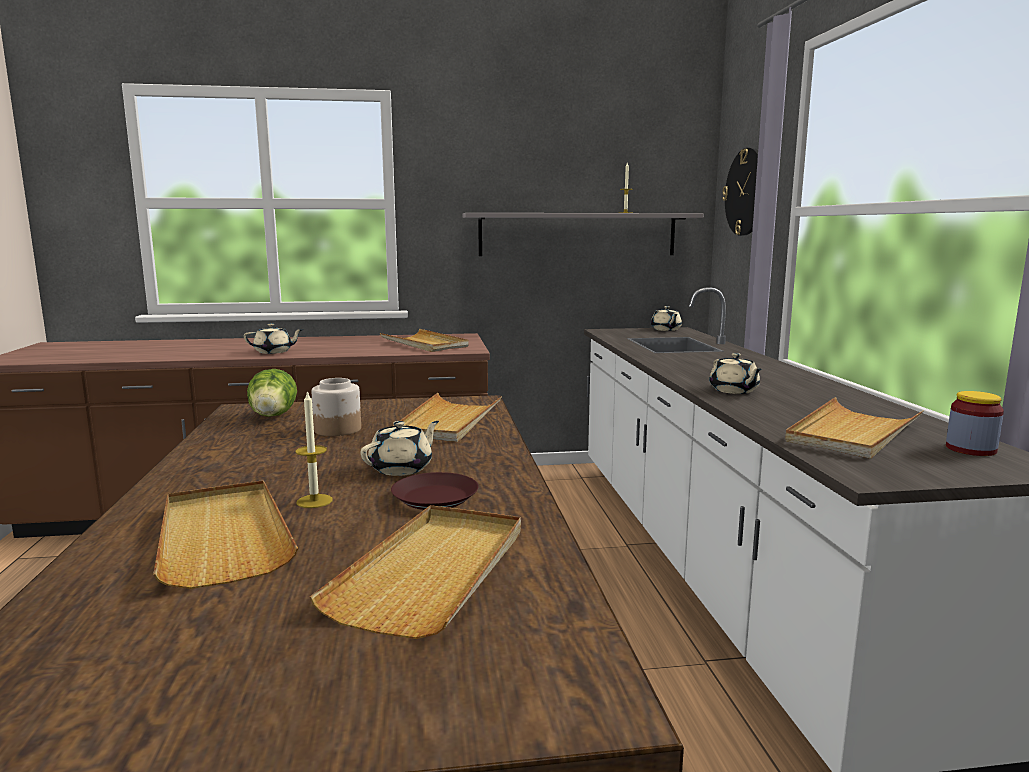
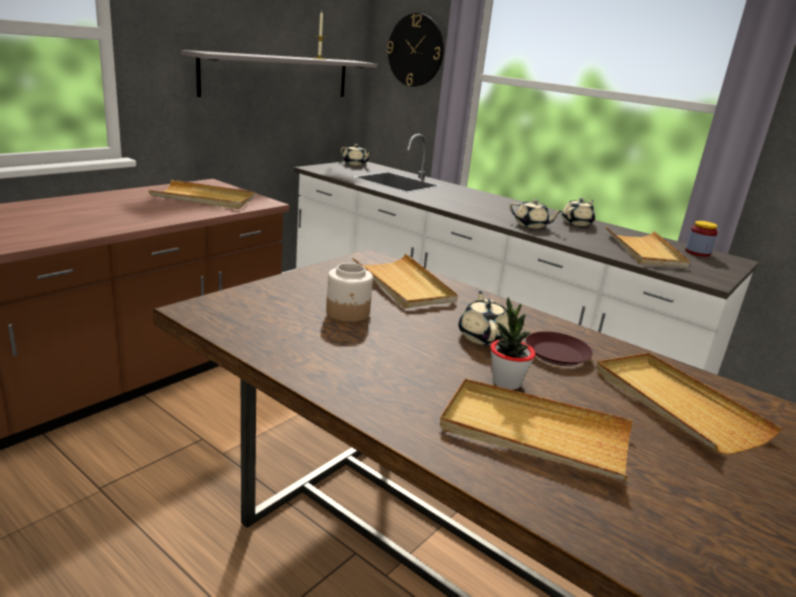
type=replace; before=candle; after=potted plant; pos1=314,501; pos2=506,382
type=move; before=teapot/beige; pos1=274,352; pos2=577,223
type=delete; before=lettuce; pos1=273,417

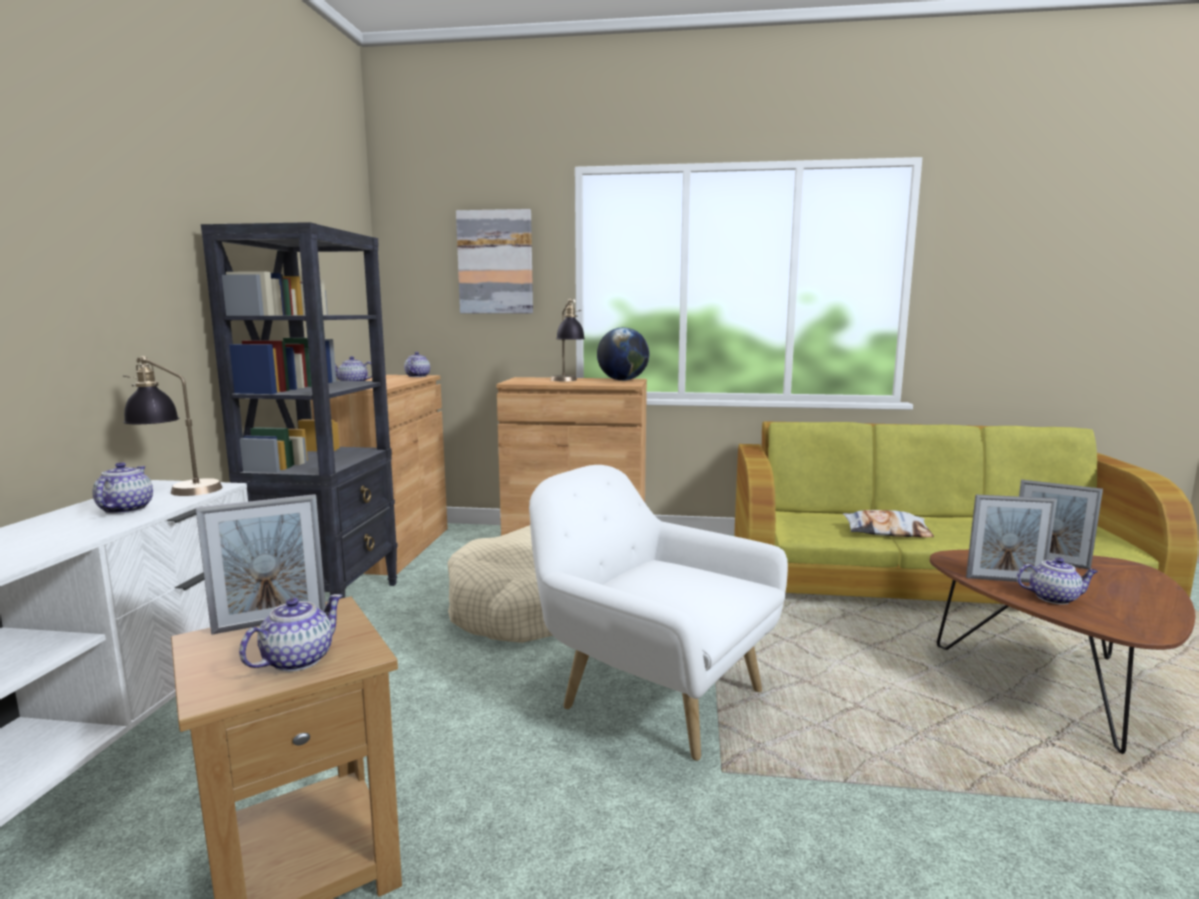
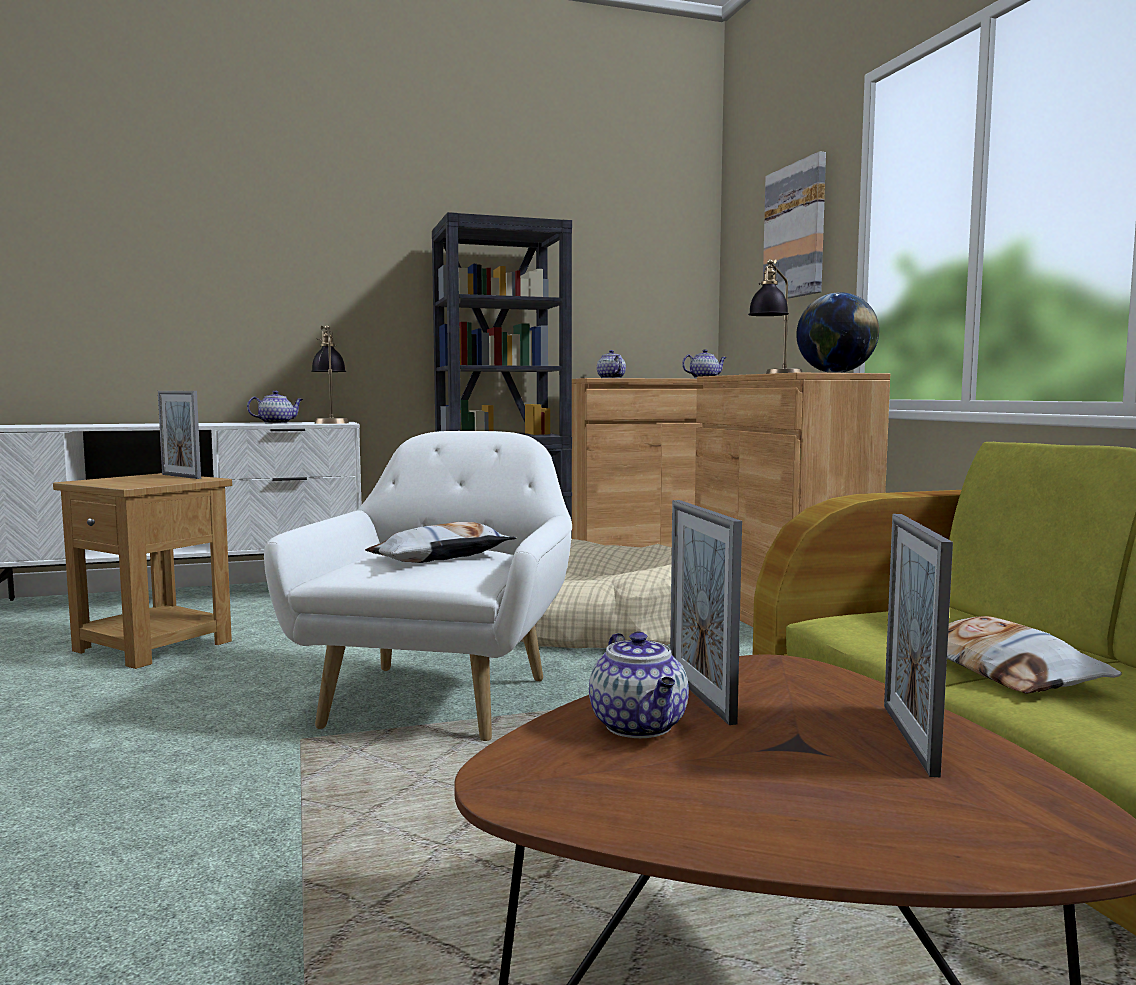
type=insert; after=pillow; pos2=440,557
type=delete; before=teapot; pos1=296,660

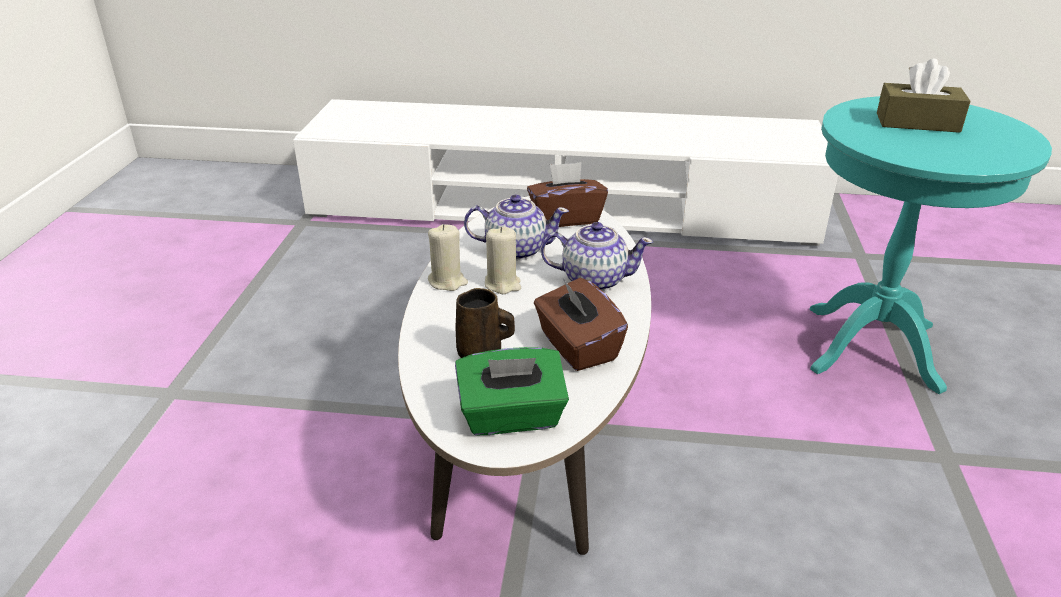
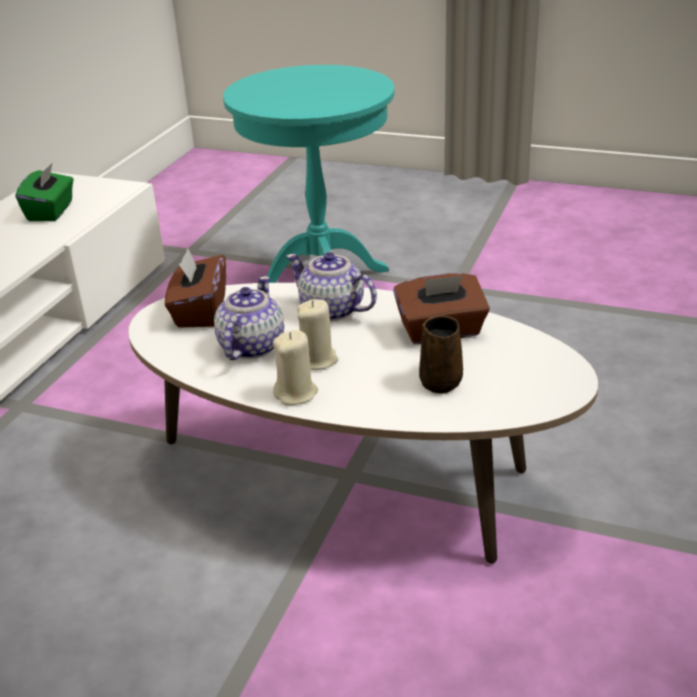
type=move; before=tissue box/green; pos1=512,417; pos2=51,211
type=rotate; before=teapot; pos1=593,279; pos2=332,310; turn=-75
type=delete; before=tissue box/brown; pos1=917,123

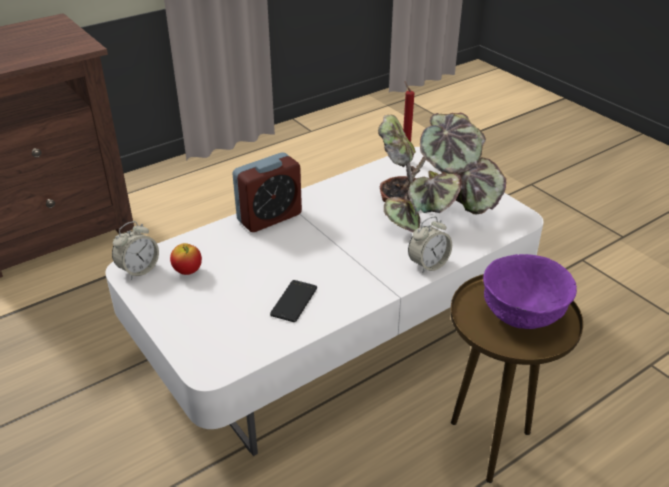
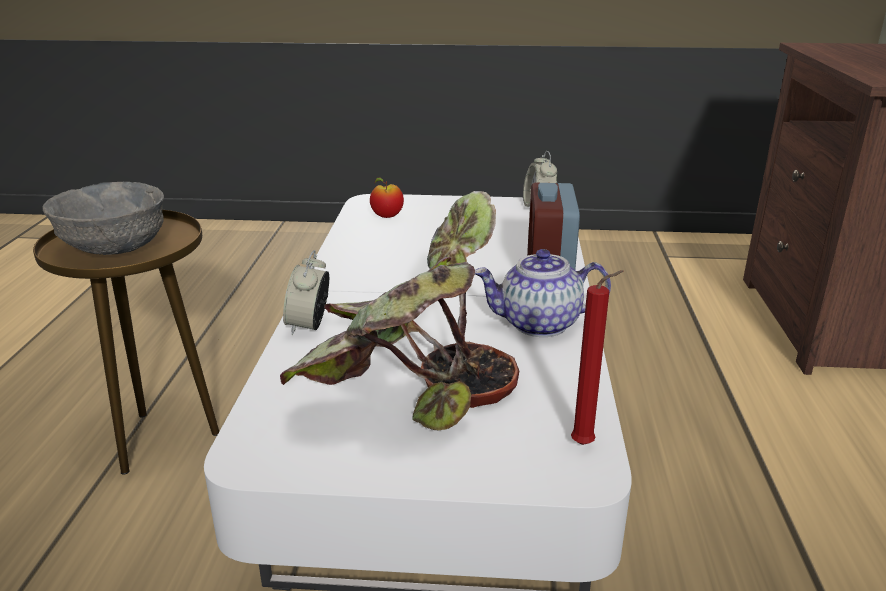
type=recolor; before=bowl/purple; after=bowl/grey; pos1=523,314; pos2=113,248
type=move; before=apple; pos1=188,271; pos2=387,216
type=insert; after=teapot; pos2=538,324
type=delete; before=phone; pos1=294,301

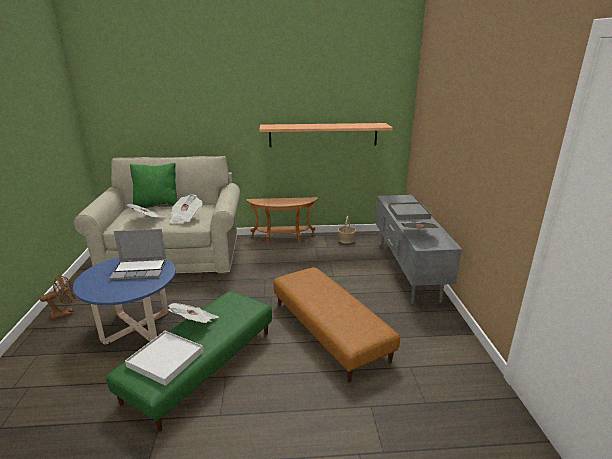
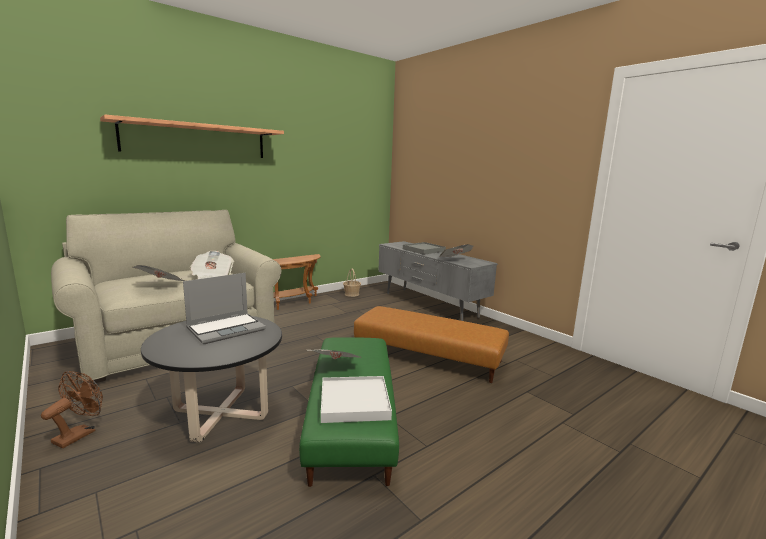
type=move; before=shelf; pos1=323,135; pos2=196,140
type=recolor; before=coffee table/blue; after=coffee table/black; pos1=136,327; pos2=220,413
type=delete; before=pillow/green; pos1=157,205

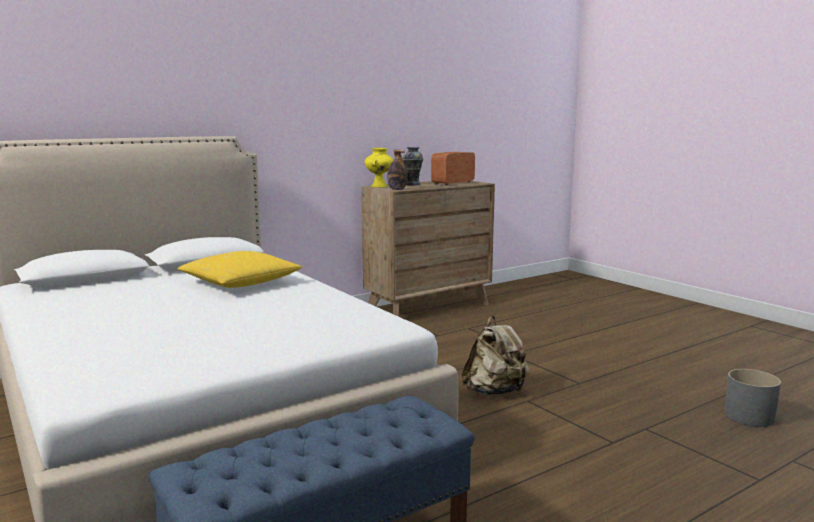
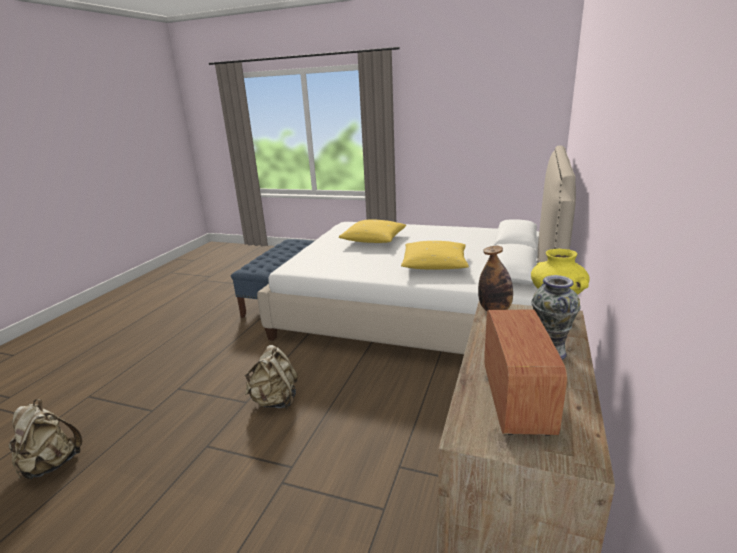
type=replace; before=planter/grey; after=backpack/beige; pos1=748,417; pos2=51,464
type=insert; after=pillow/yellow; pos2=373,240

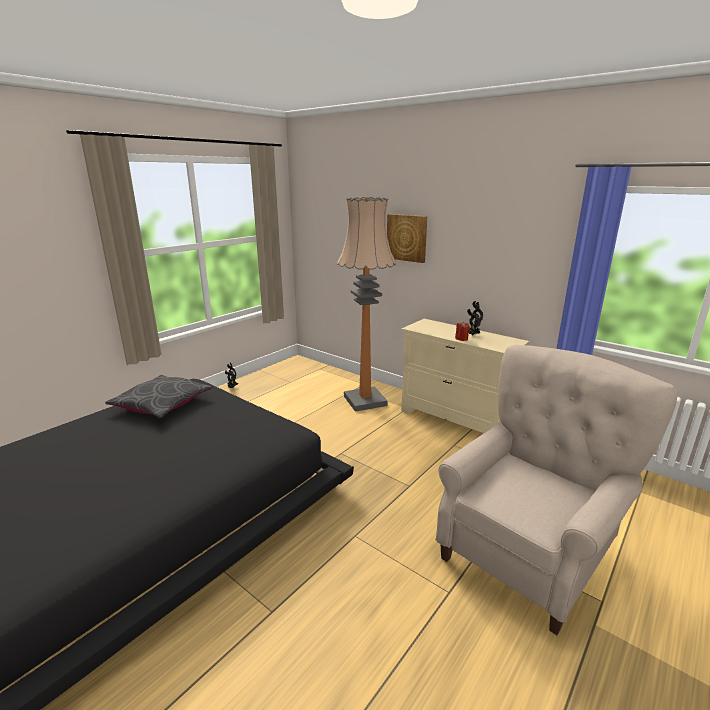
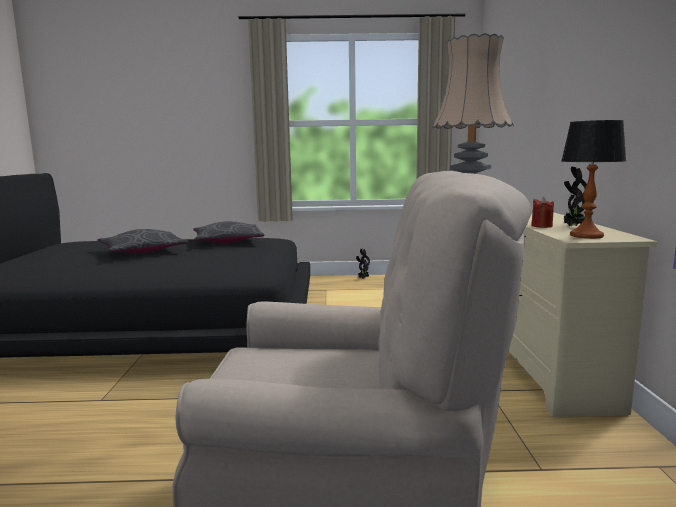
type=insert; after=pillow/grey; pos2=143,252
type=insert; after=table lamp; pos2=586,236
type=delete; before=picture; pos1=407,238

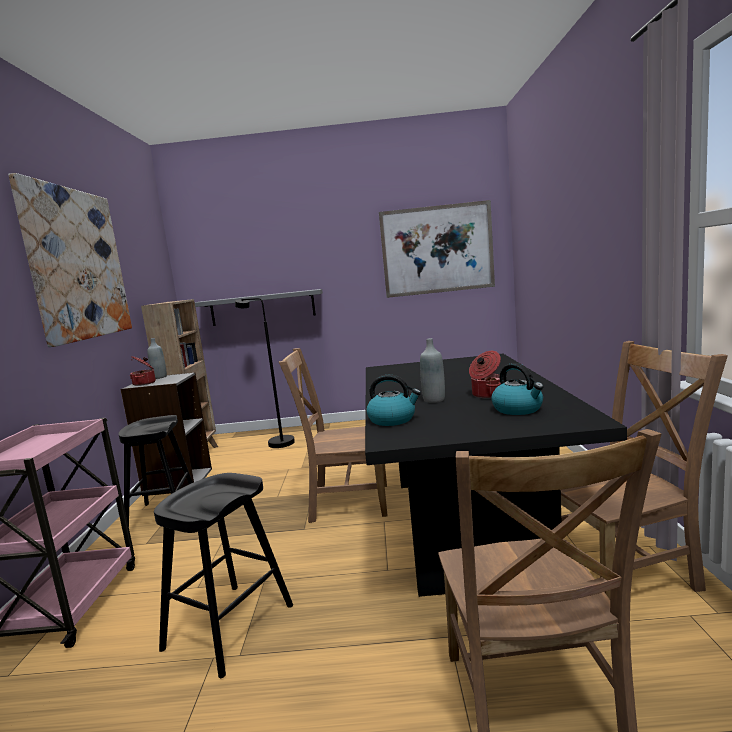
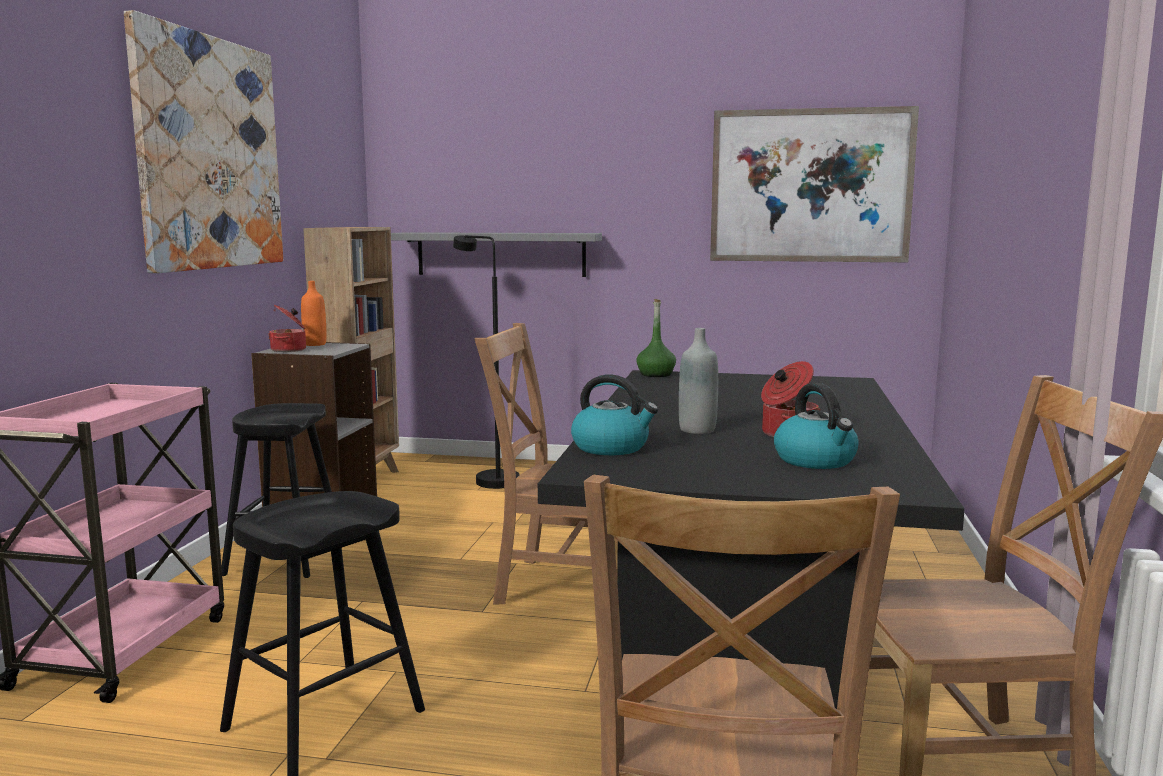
type=recolor; before=bottle/grey; after=bottle/orange; pos1=159,377; pos2=315,344
type=insert; after=bottle/green; pos2=656,374

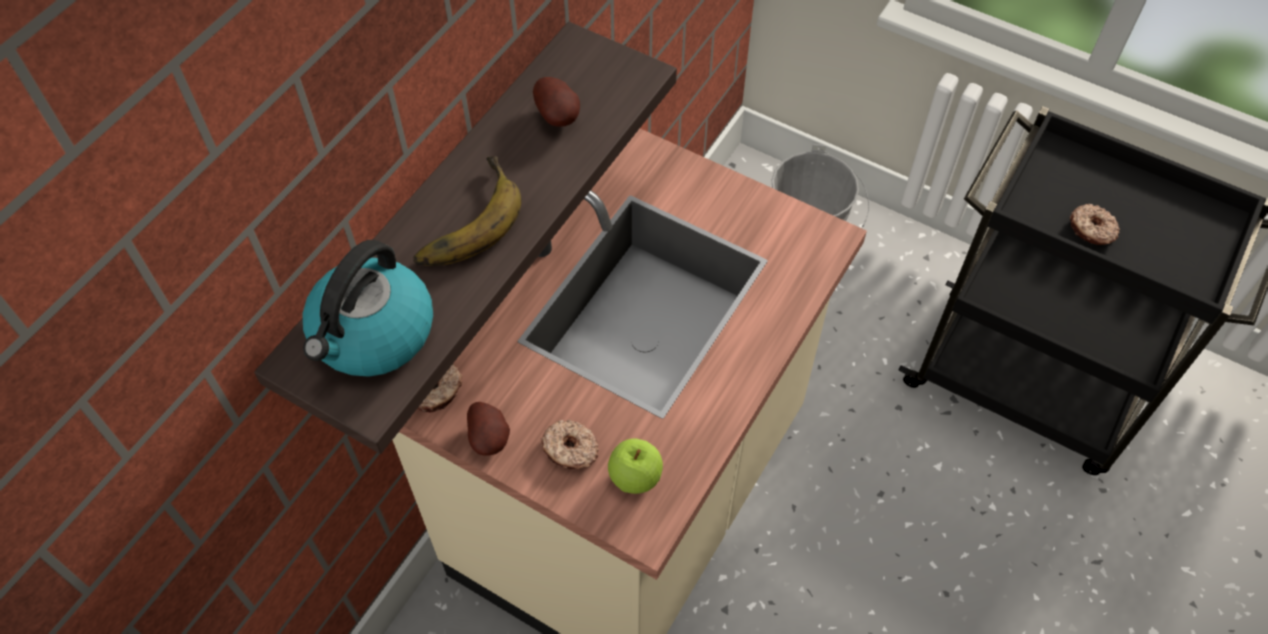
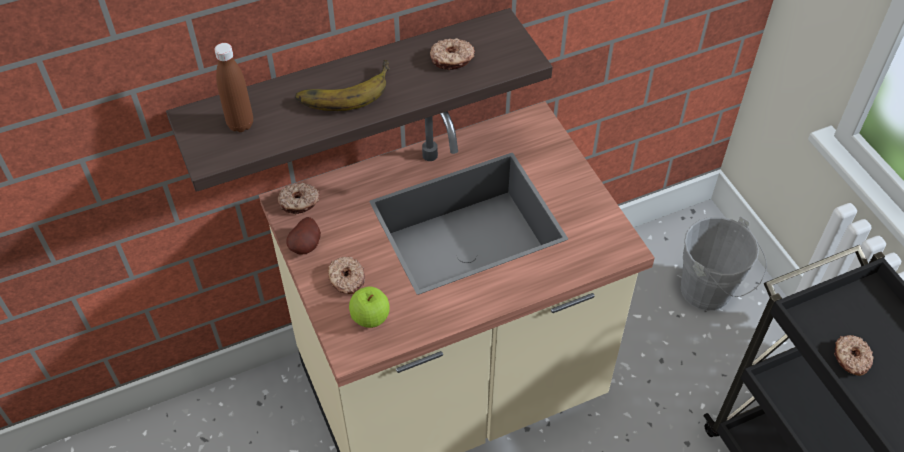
type=replace; before=kettle; after=bottle/brown; pos1=372,334; pos2=240,124
type=replace; before=potato; after=donut; pos1=559,116; pos2=452,59

